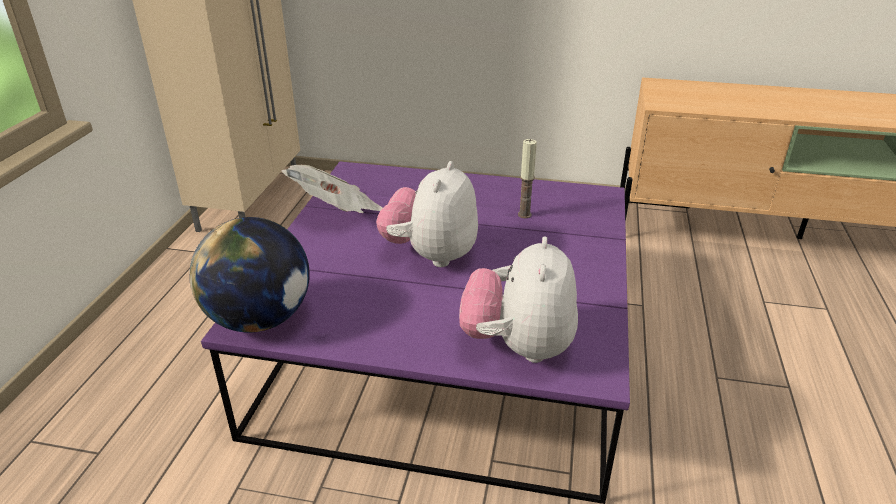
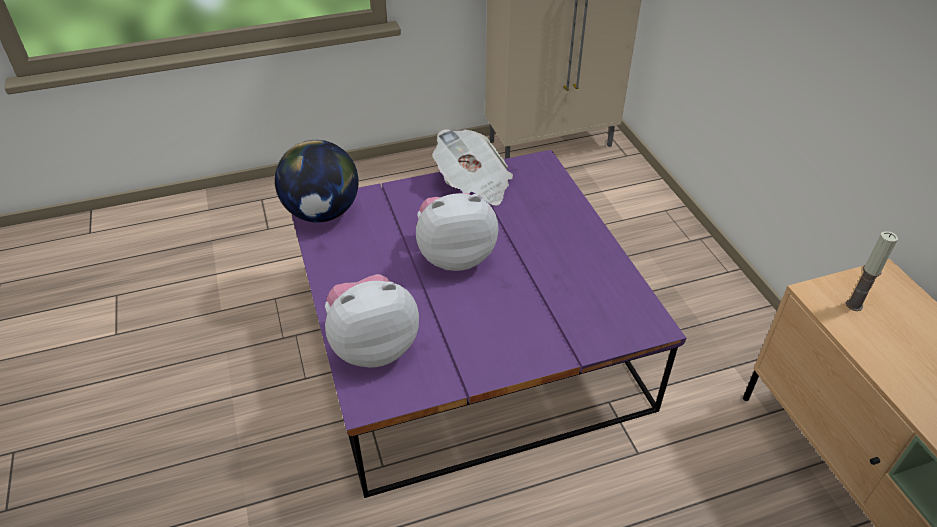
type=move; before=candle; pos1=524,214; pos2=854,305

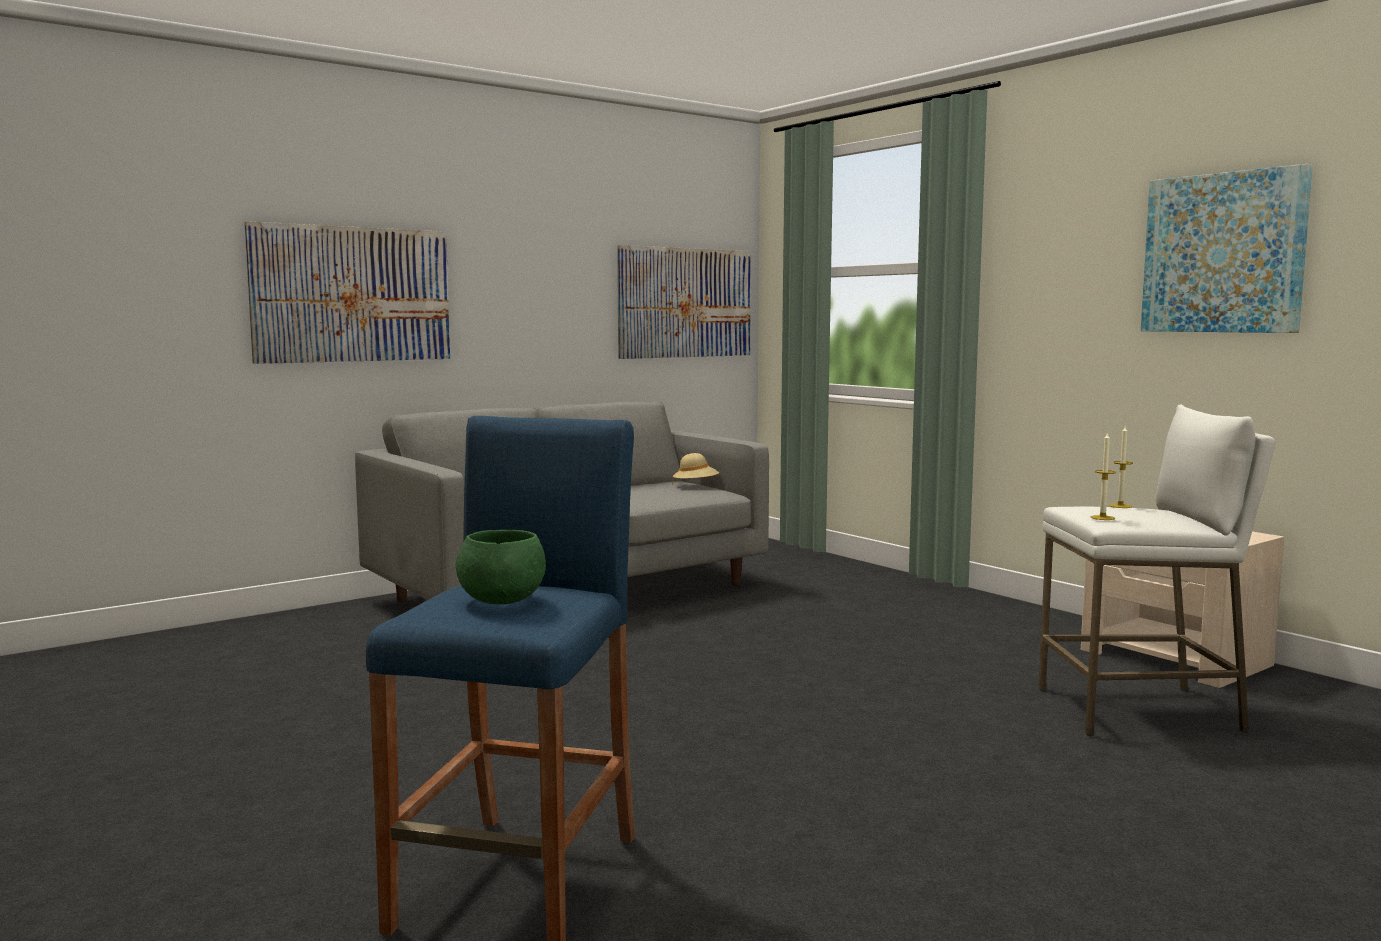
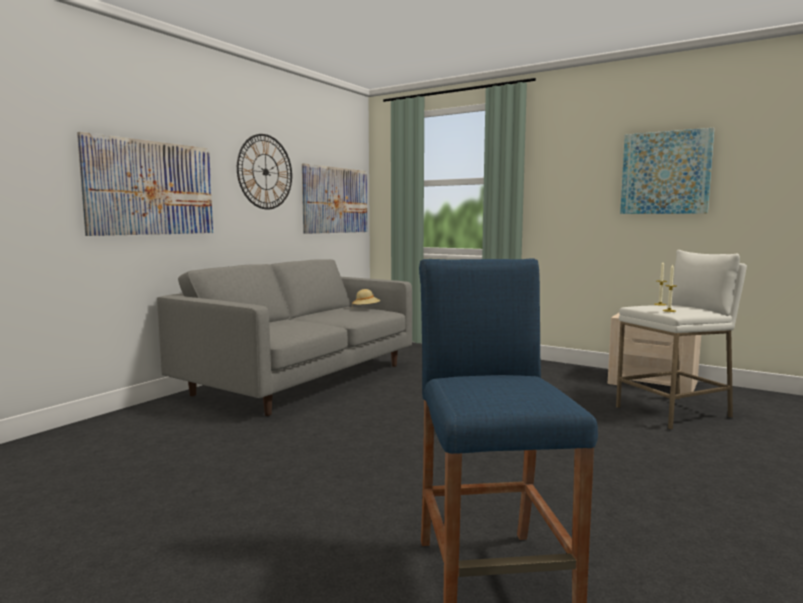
type=insert; after=wall clock; pos2=265,172
type=delete; before=bowl/green; pos1=501,601

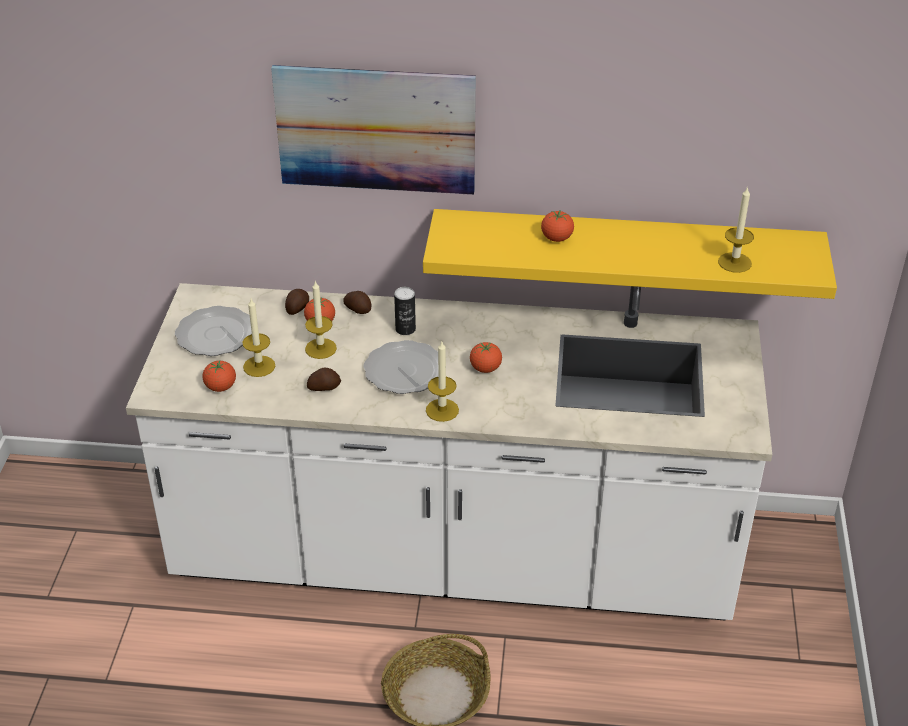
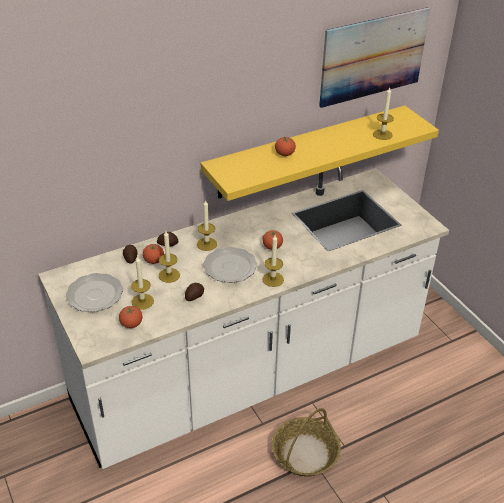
type=replace; before=can; after=candle; pos1=405,329; pos2=206,244
type=move; before=picture; pos1=376,130; pos2=373,57

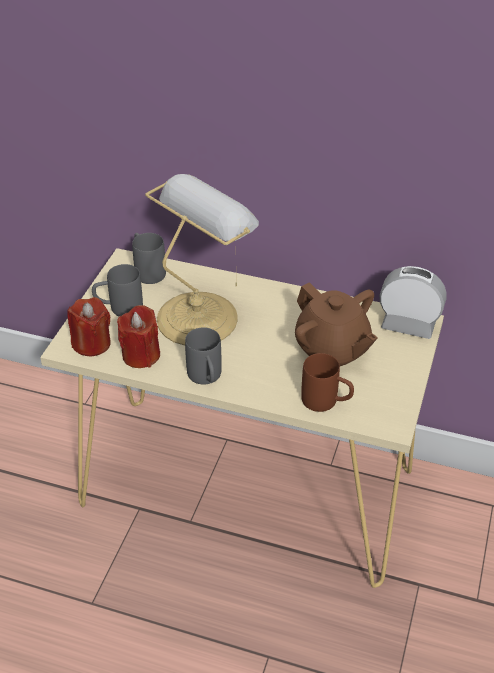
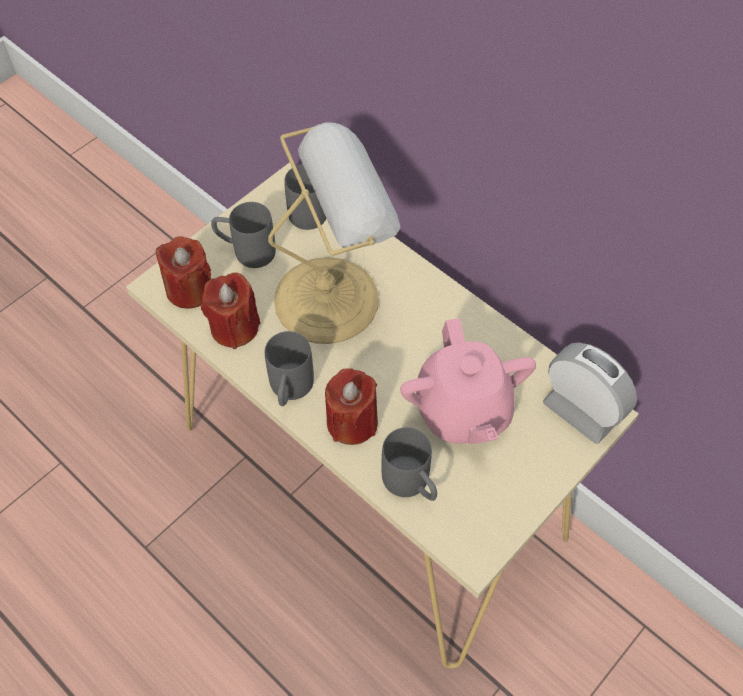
type=insert; after=candle/red; pos2=352,422
type=recolor; before=mug/brown; after=mug/grey; pos1=326,402; pos2=412,485
type=recolor; before=teapot/brown; after=teapot/pink; pos1=332,350; pos2=462,410

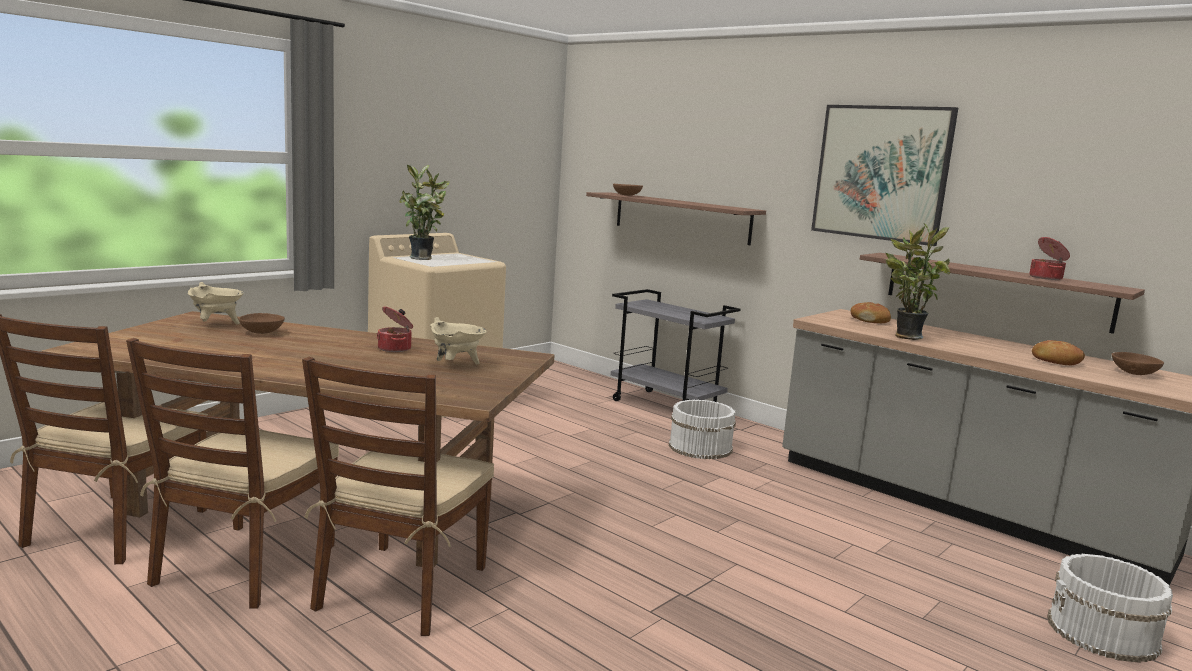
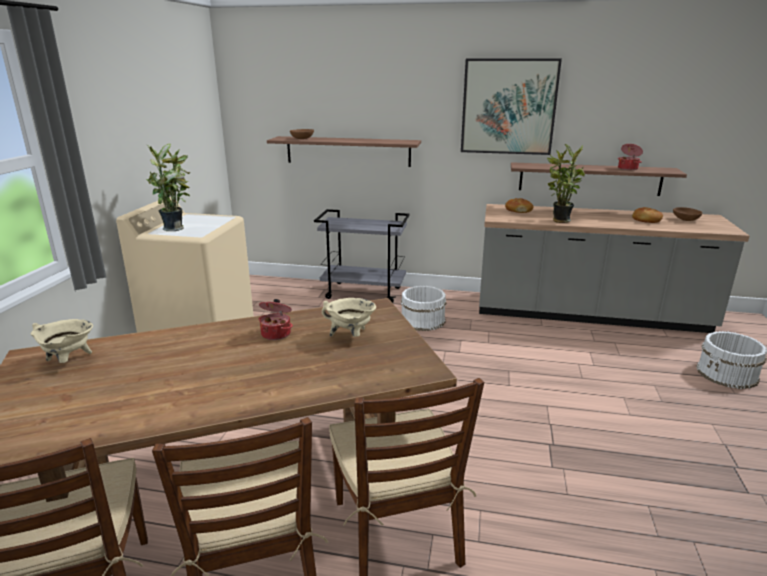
type=delete; before=bowl/brown; pos1=261,333

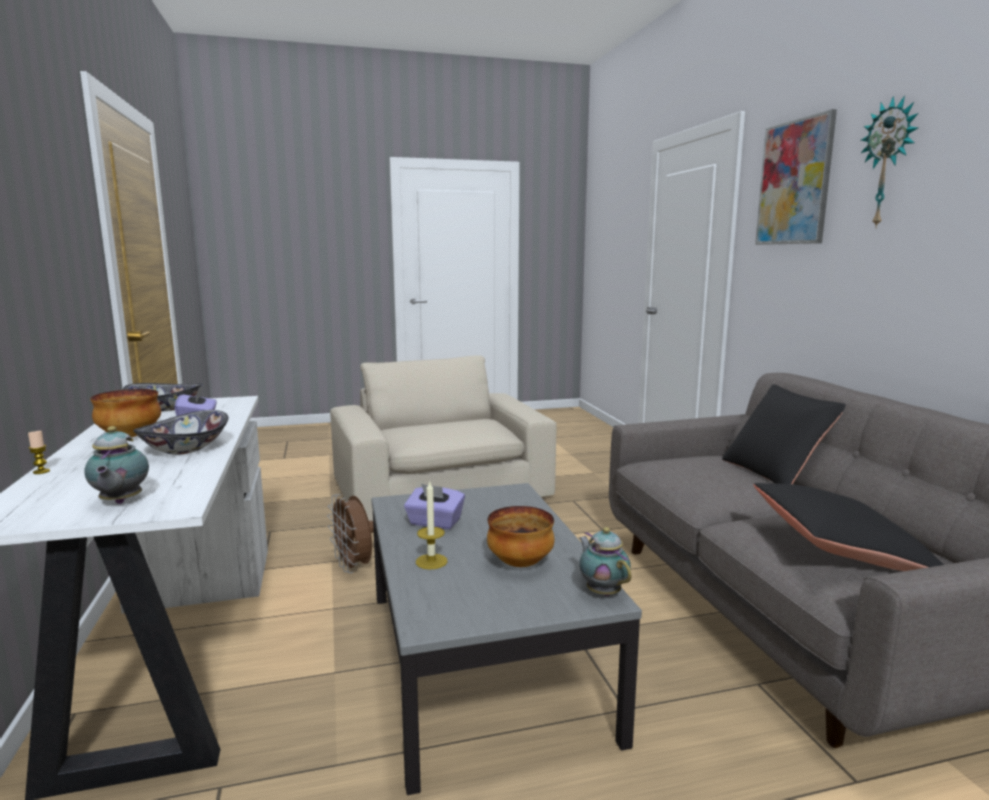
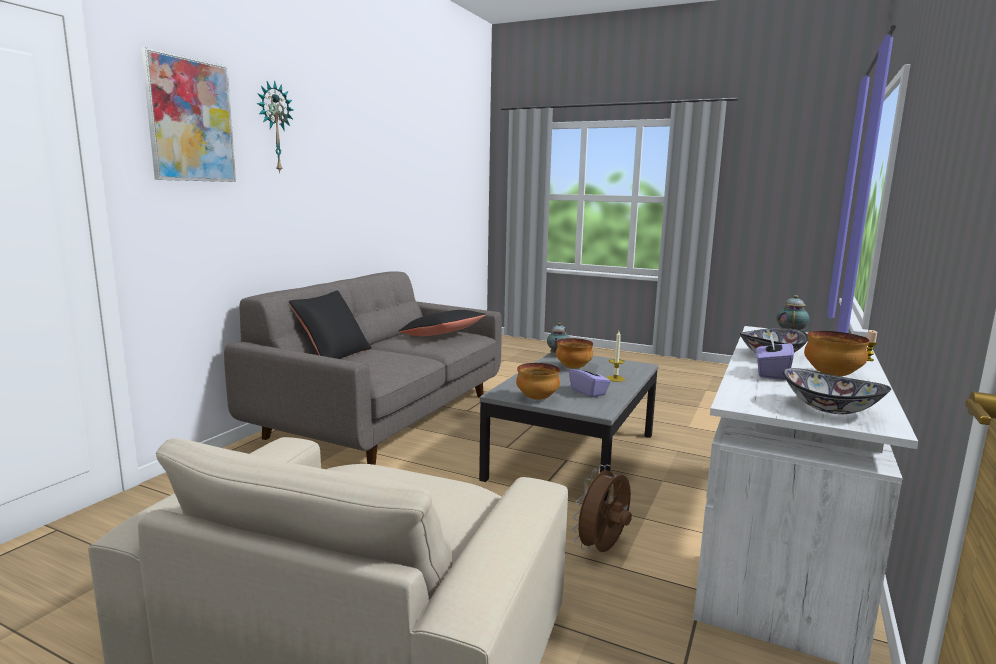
type=insert; after=bowl; pos2=537,398
type=rotate; before=fan/brown; pos1=354,567; pos2=603,550; turn=-150

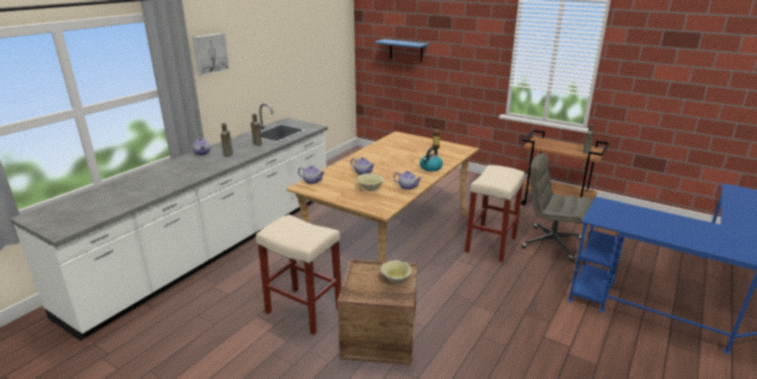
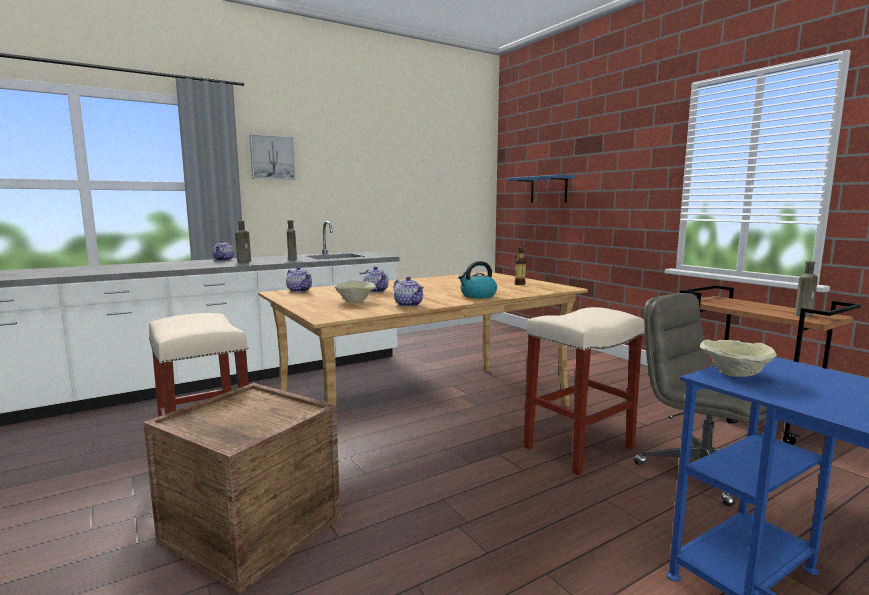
type=move; before=bowl/beige; pos1=395,279; pos2=733,373

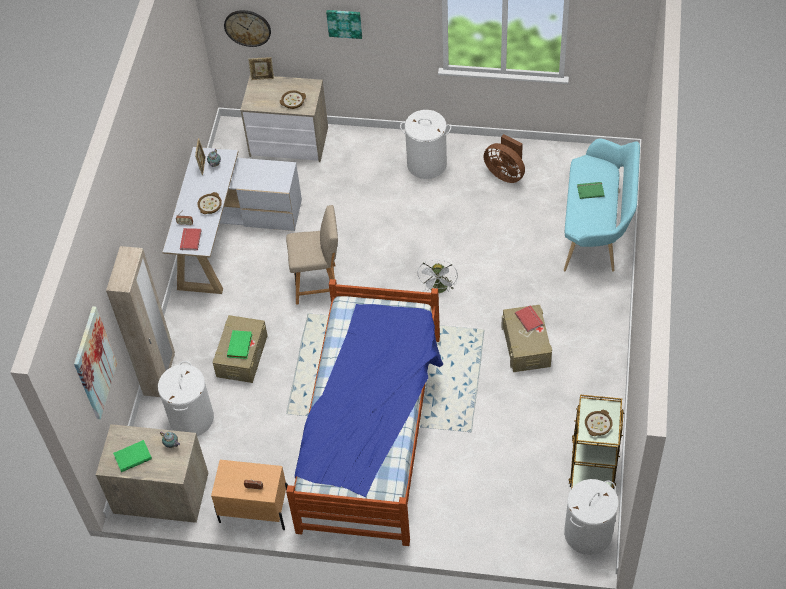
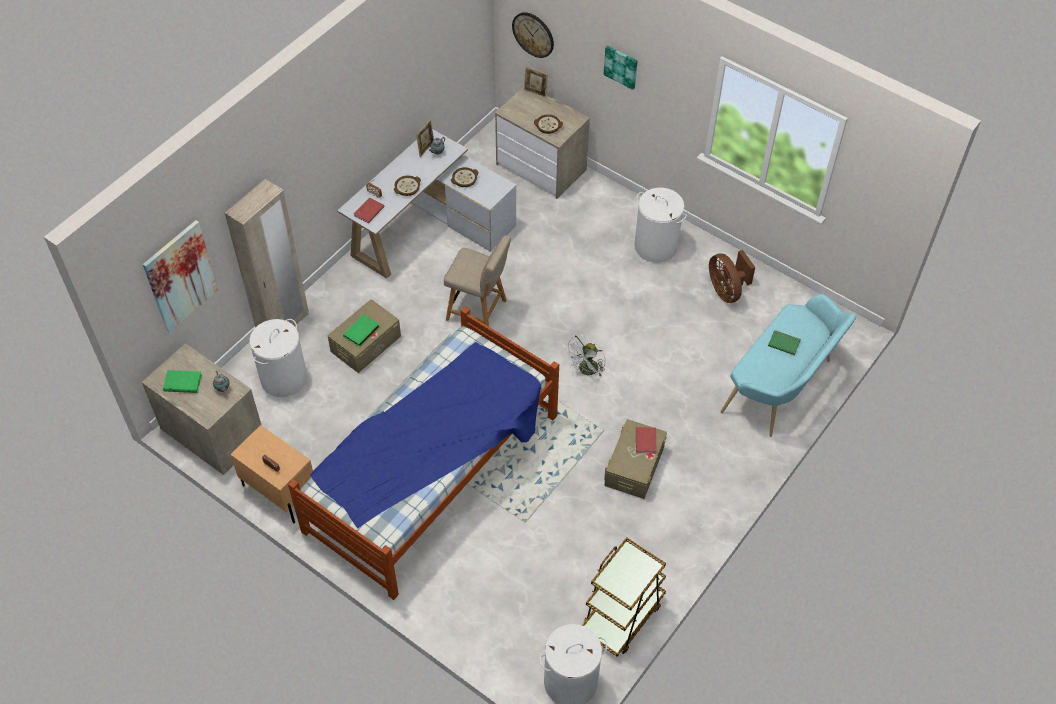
type=move; before=bowl; pos1=597,425; pos2=464,179

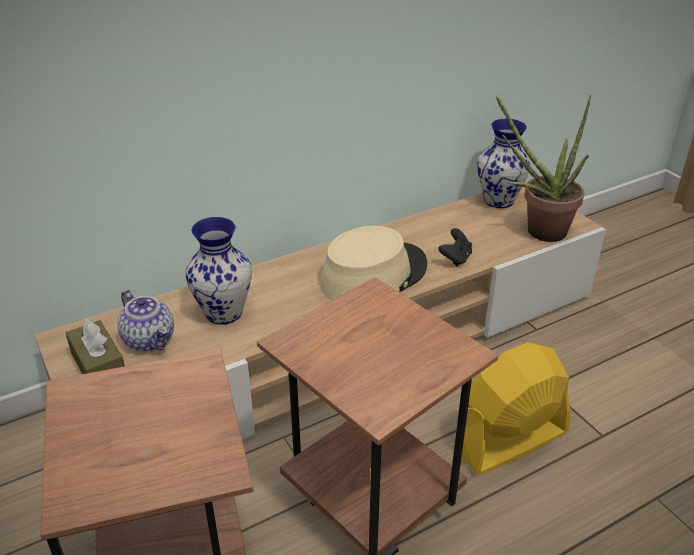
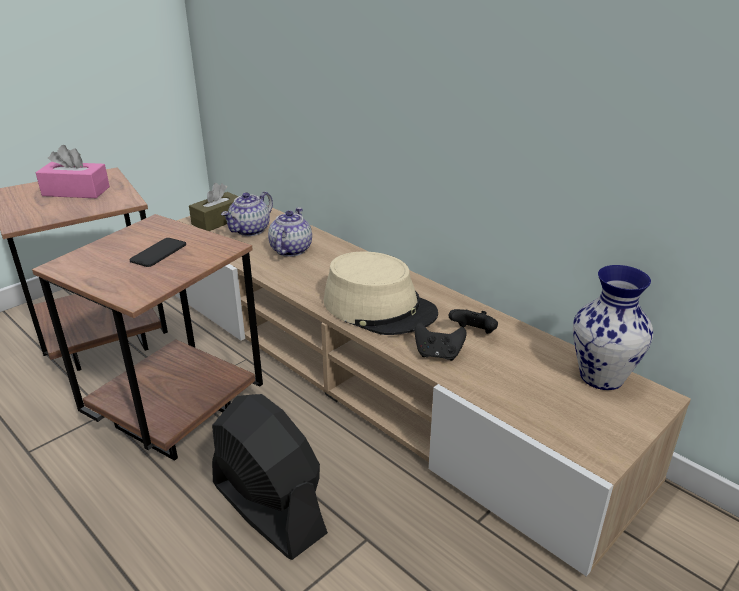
type=insert; after=tissue box/pink; pos2=76,191
type=insert; after=phone; pos2=158,253
type=recolor; before=fan/yellow; after=fan/black; pos1=510,440; pos2=268,508
type=replace; before=vase; after=teapot; pos1=224,313; pos2=290,250
type=insert; after=game controller/black; pos2=473,333
type=delete; before=potted plant; pos1=537,231

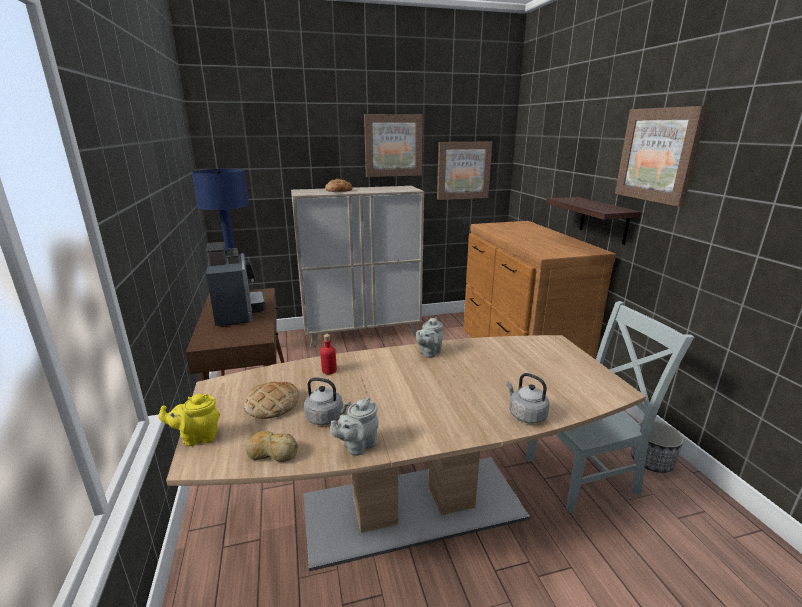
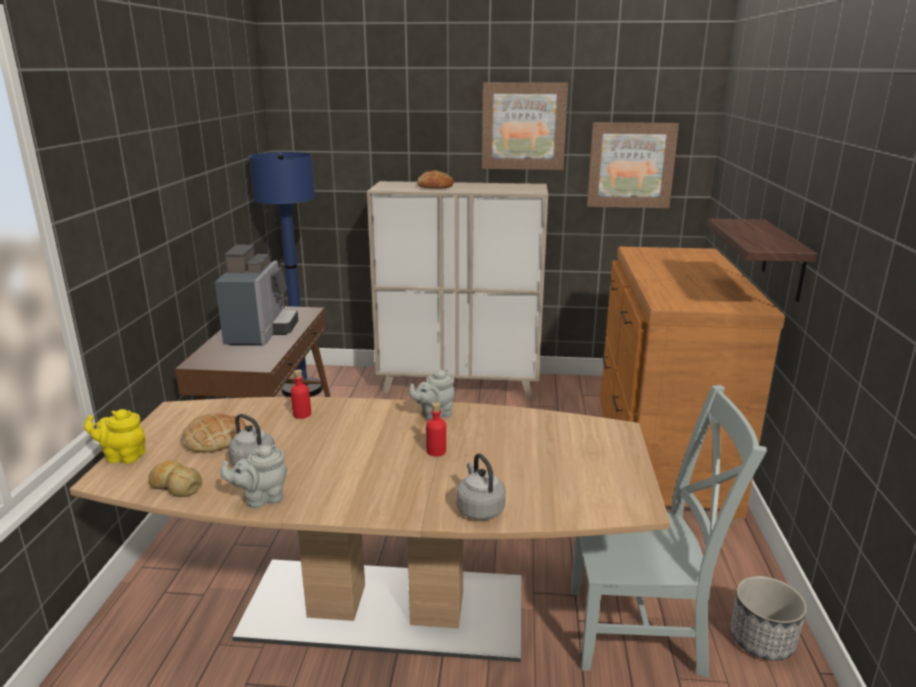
type=insert; after=bottle/red; pos2=436,451
type=delete; before=picture; pos1=658,155

